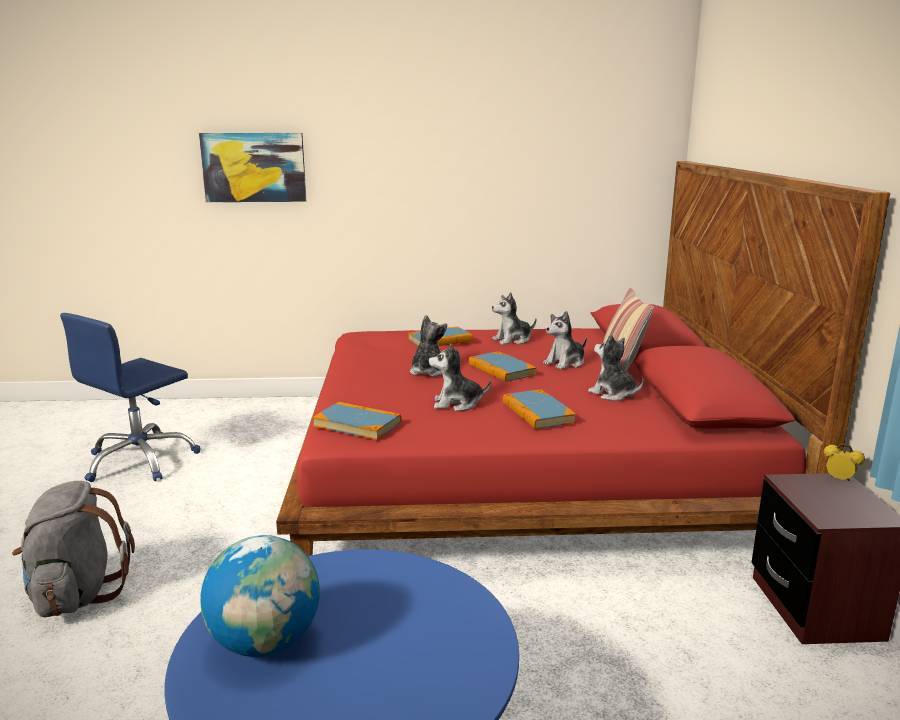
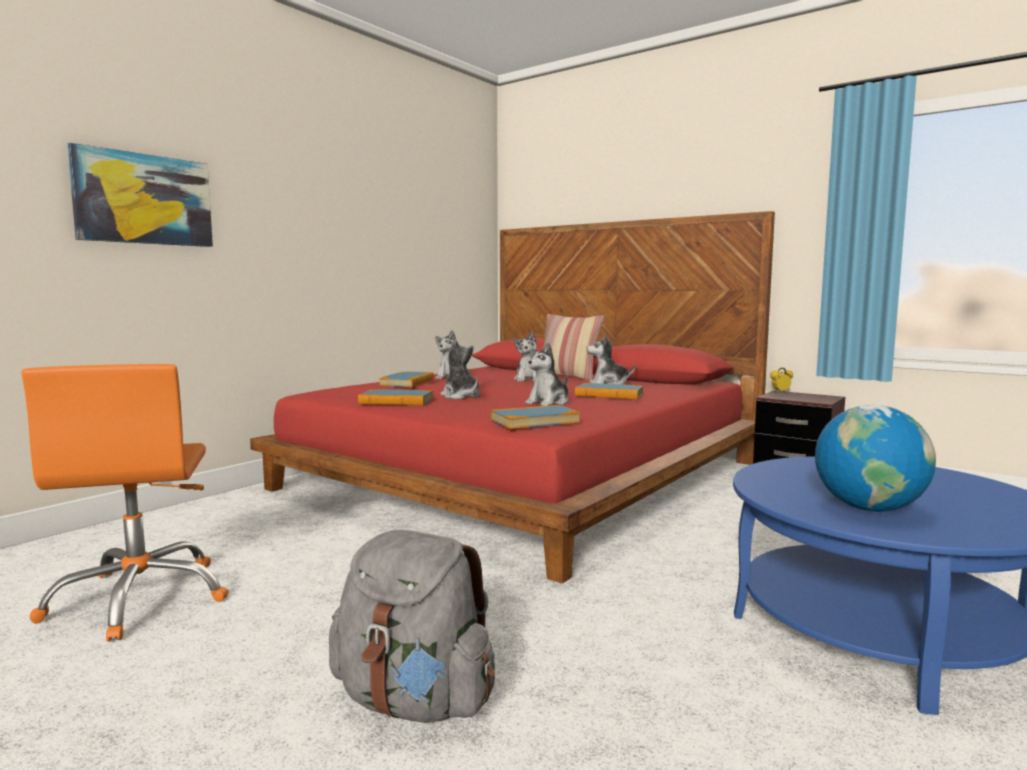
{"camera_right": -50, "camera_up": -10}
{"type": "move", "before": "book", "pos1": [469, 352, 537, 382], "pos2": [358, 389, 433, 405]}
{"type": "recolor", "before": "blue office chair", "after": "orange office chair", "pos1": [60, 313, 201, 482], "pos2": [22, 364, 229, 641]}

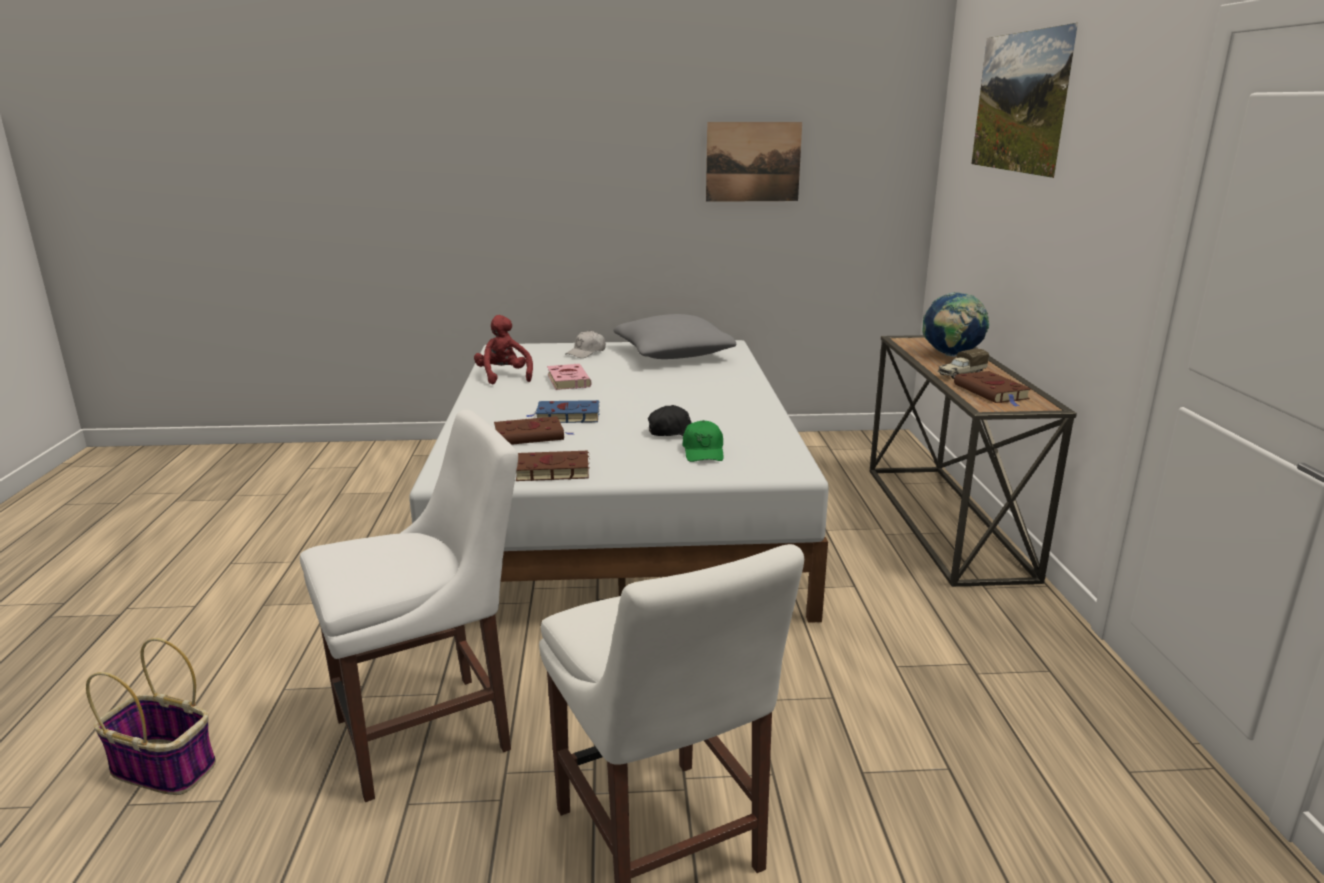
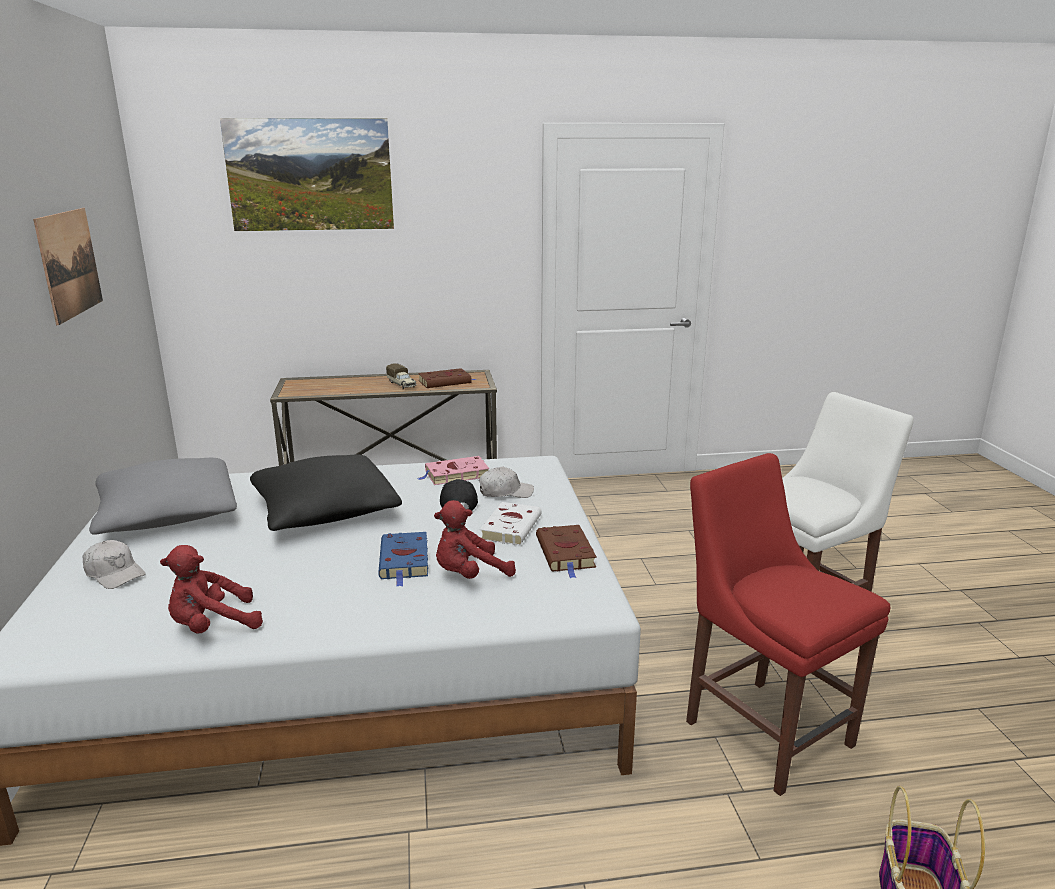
{"camera_right": -95, "camera_up": 0}
{"type": "delete", "before": "globe", "pos1": [922, 292, 989, 357]}
{"type": "insert", "after": "black pillow", "pos2": [250, 454, 402, 531]}
{"type": "insert", "after": "white book", "pos2": [480, 502, 542, 545]}
{"type": "move", "before": "pink book", "pos1": [547, 364, 592, 390], "pos2": [418, 456, 489, 485]}
{"type": "replace", "before": "brown book", "after": "red plush toy", "pos1": [494, 416, 573, 445], "pos2": [434, 500, 516, 579]}
{"type": "recolor", "before": "white chair", "after": "red chair", "pos1": [300, 410, 518, 802], "pos2": [686, 453, 890, 796]}
{"type": "recolor", "before": "green cap", "after": "white cap", "pos1": [682, 420, 724, 462], "pos2": [479, 467, 534, 498]}

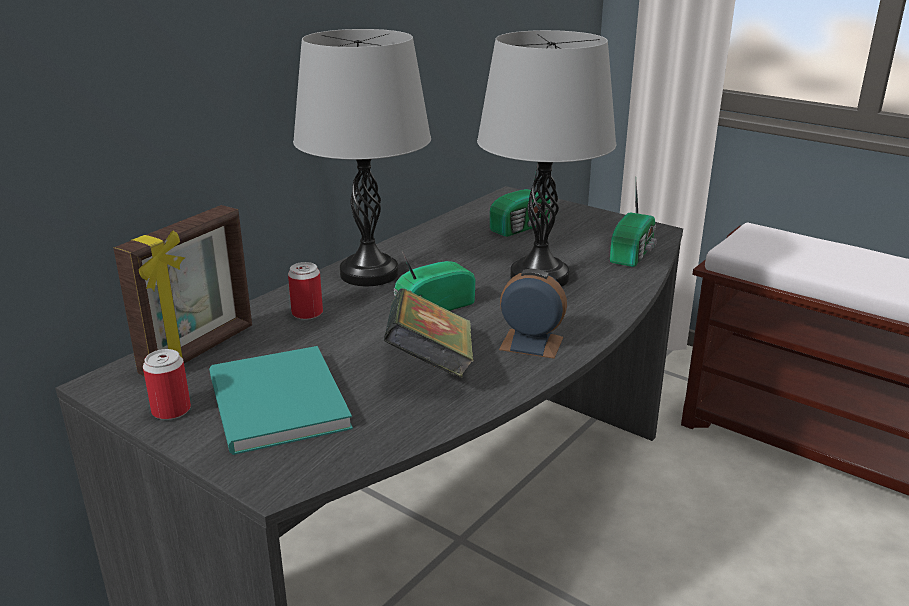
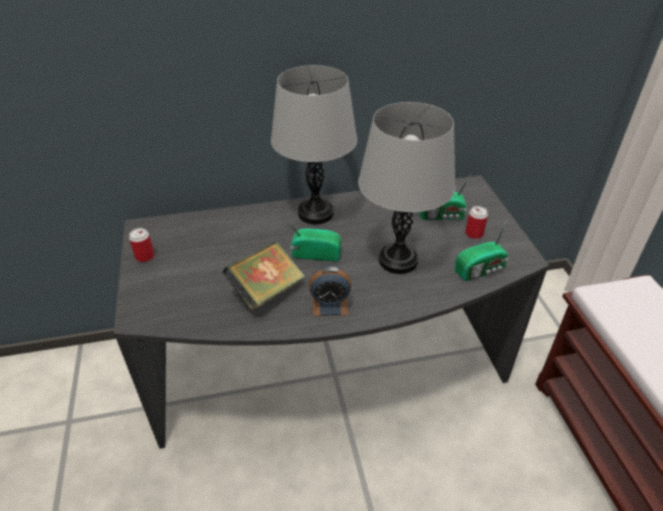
{"camera_right": 40, "camera_up": 15}
{"type": "delete", "before": "picture frame", "pos1": [113, 205, 252, 376]}
{"type": "delete", "before": "turquoise book", "pos1": [209, 346, 353, 455]}
{"type": "move", "before": "can", "pos1": [288, 262, 323, 320], "pos2": [465, 206, 488, 239]}
{"type": "rotate", "before": "alarm clock", "pos1": [499, 269, 567, 359], "pos2": [309, 265, 351, 316], "turn": 120}

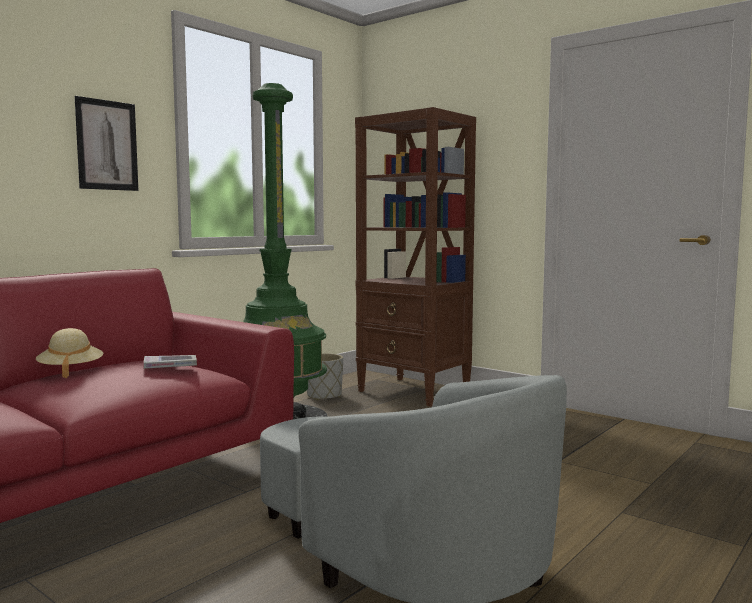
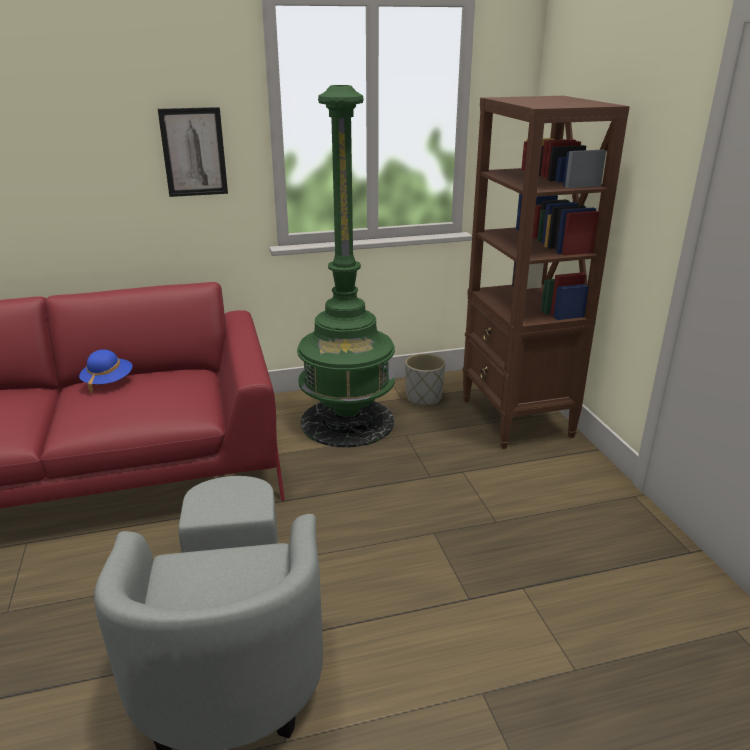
{"camera_right": 35, "camera_up": 20}
{"type": "delete", "before": "book", "pos1": [144, 355, 197, 369]}
{"type": "recolor", "before": "beige hat", "after": "blue hat", "pos1": [36, 328, 103, 378], "pos2": [79, 350, 133, 394]}

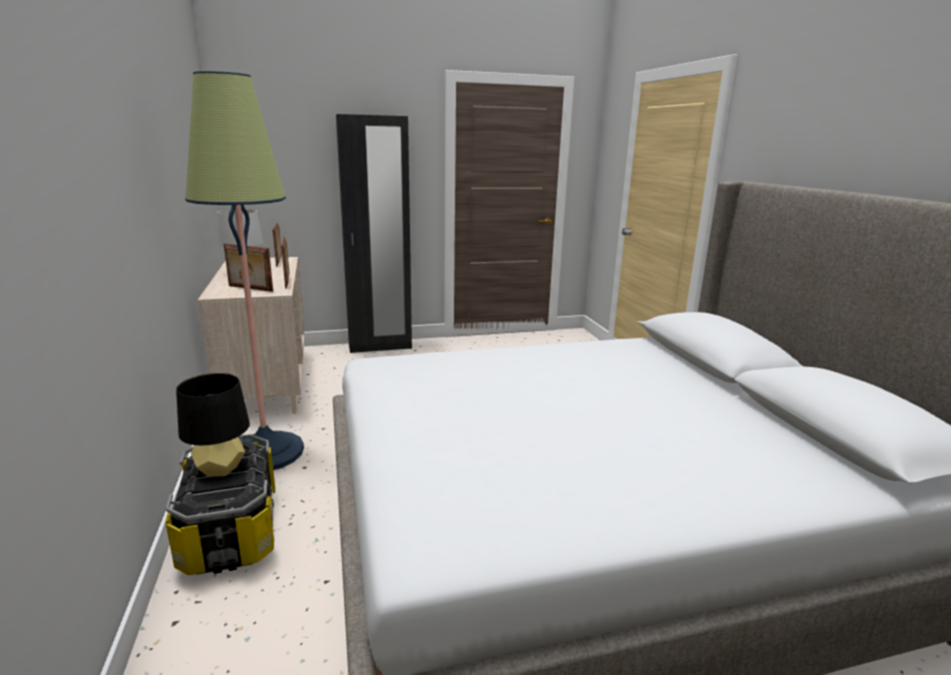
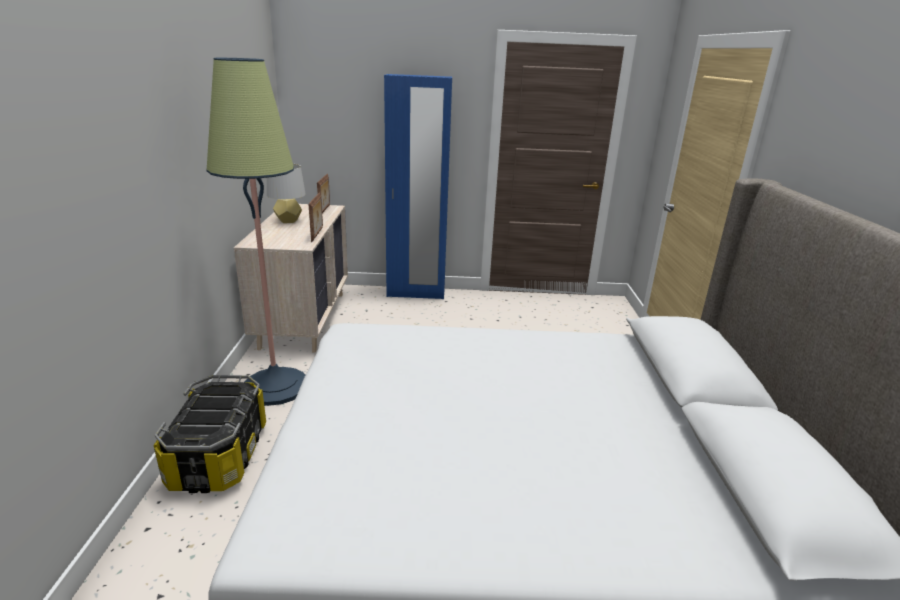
{"camera_right": 15, "camera_up": 5}
{"type": "delete", "before": "black table lamp", "pos1": [176, 373, 250, 476]}
{"type": "delete", "before": "picture frame", "pos1": [224, 243, 273, 292]}
{"type": "recolor", "before": "black wardrobe", "after": "blue wardrobe", "pos1": [336, 114, 412, 353], "pos2": [384, 74, 452, 299]}

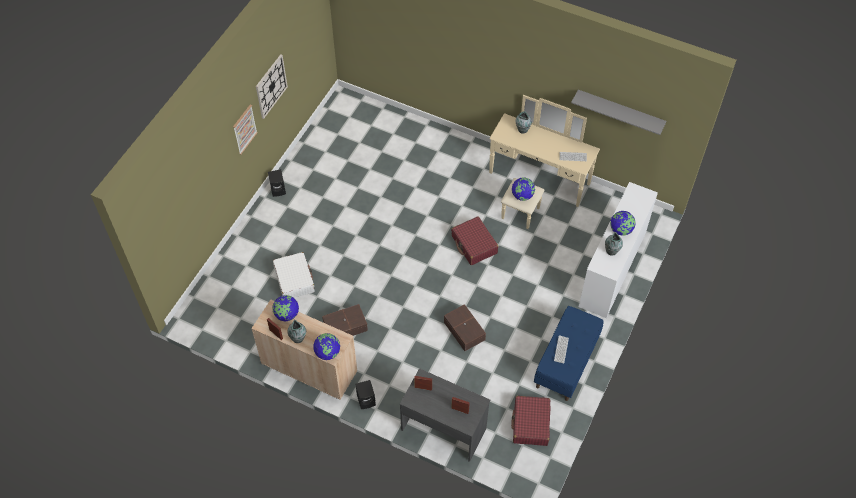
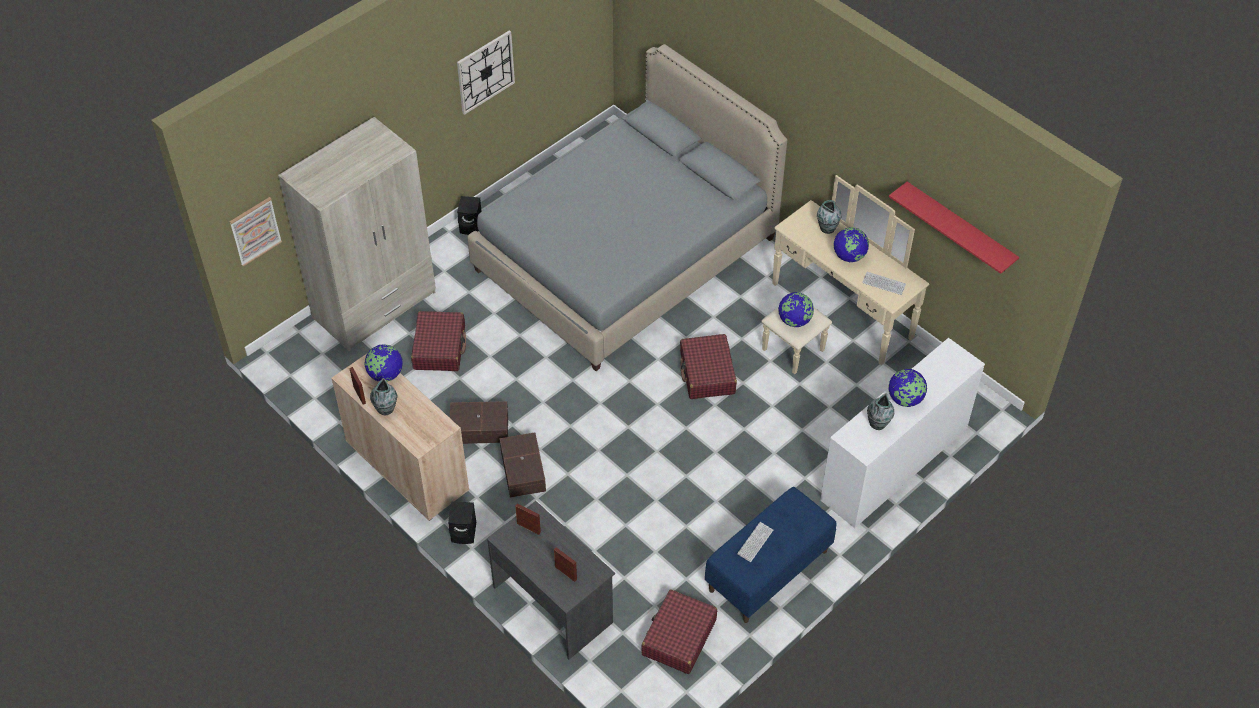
{"camera_right": 20, "camera_up": -5}
{"type": "insert", "after": "beige wardrobe", "pos2": [278, 117, 436, 351]}
{"type": "insert", "after": "grey bed", "pos2": [467, 44, 787, 371]}
{"type": "move", "before": "picture", "pos1": [233, 104, 258, 155], "pos2": [229, 197, 282, 267]}
{"type": "move", "before": "globe", "pos1": [313, 333, 340, 360], "pos2": [833, 227, 869, 262]}
{"type": "move", "before": "brown storage box", "pos1": [444, 304, 486, 351], "pos2": [500, 433, 546, 498]}
{"type": "recolor", "before": "white suitcase", "after": "red suitcase", "pos1": [273, 252, 315, 298], "pos2": [411, 311, 466, 371]}
{"type": "recolor", "before": "grey shelf", "after": "red shelf", "pos1": [571, 90, 667, 135], "pos2": [889, 182, 1019, 274]}

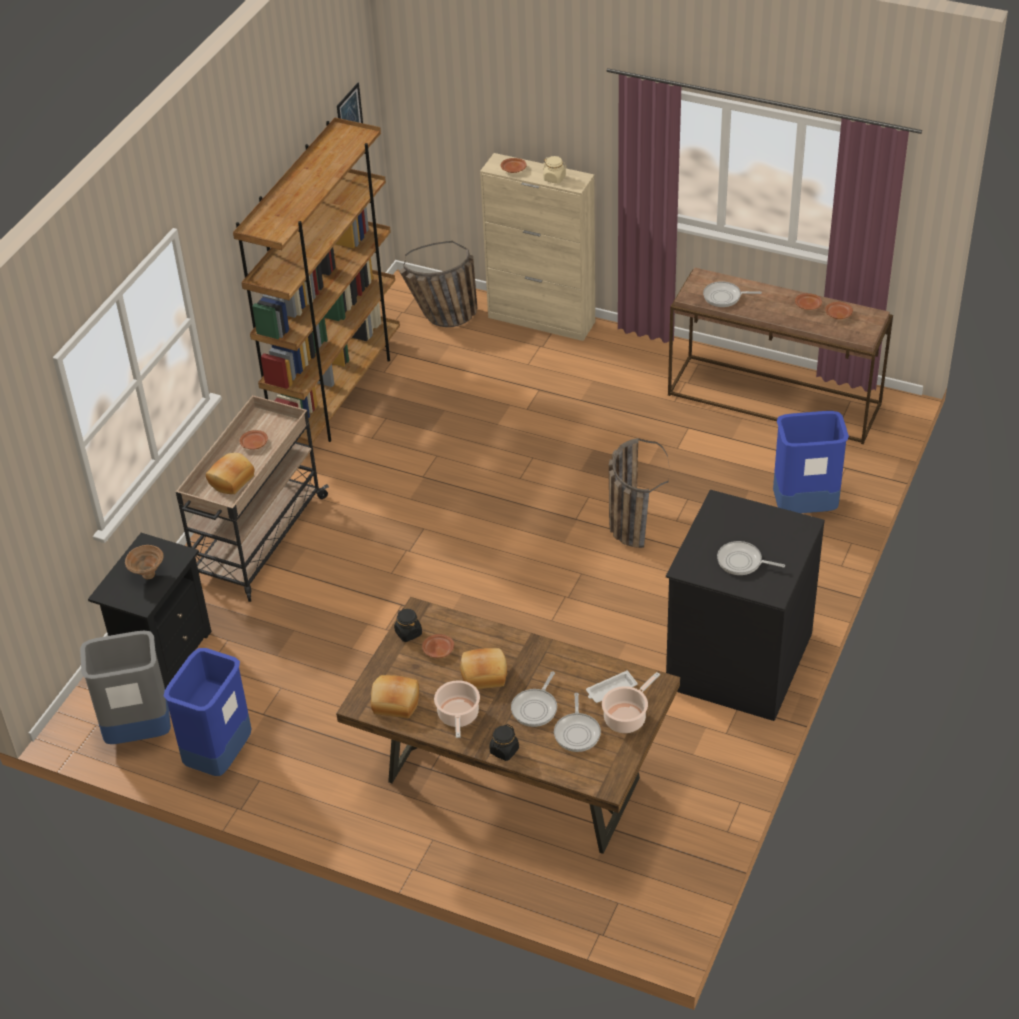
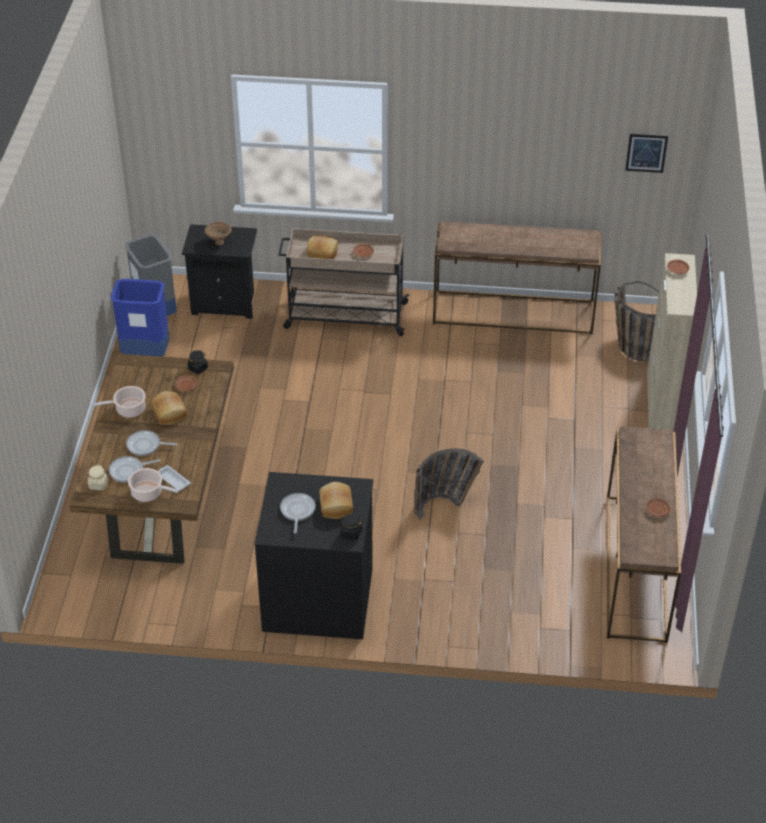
{"camera_right": 70, "camera_up": 0}
{"type": "delete", "before": "frying pan", "pos1": [703, 281, 762, 307]}
{"type": "delete", "before": "blue trash can", "pos1": [773, 411, 849, 513]}
{"type": "delete", "before": "brown plate", "pos1": [825, 302, 853, 319]}
{"type": "move", "before": "bread", "pos1": [371, 675, 419, 718], "pos2": [319, 482, 353, 519]}
{"type": "move", "before": "black jar", "pos1": [489, 724, 519, 761], "pos2": [340, 514, 363, 541]}
{"type": "move", "before": "beige jar", "pos1": [543, 156, 567, 184], "pos2": [88, 465, 108, 490]}
{"type": "replace", "before": "brown bookcase", "after": "brown console table", "pos1": [233, 117, 400, 445], "pos2": [433, 221, 601, 335]}

